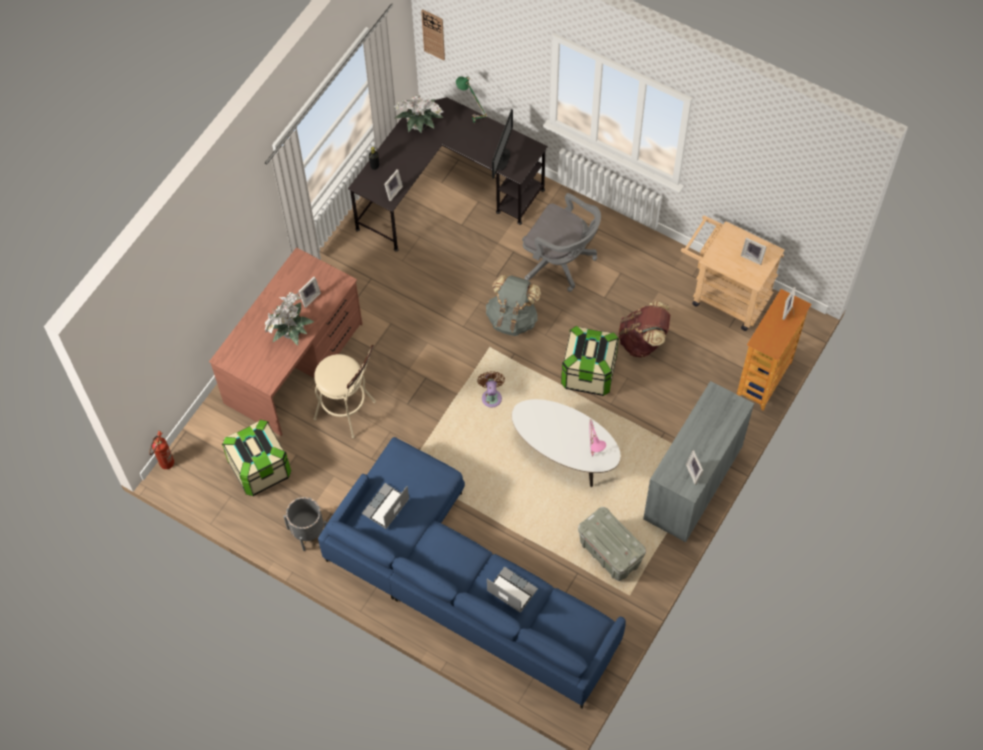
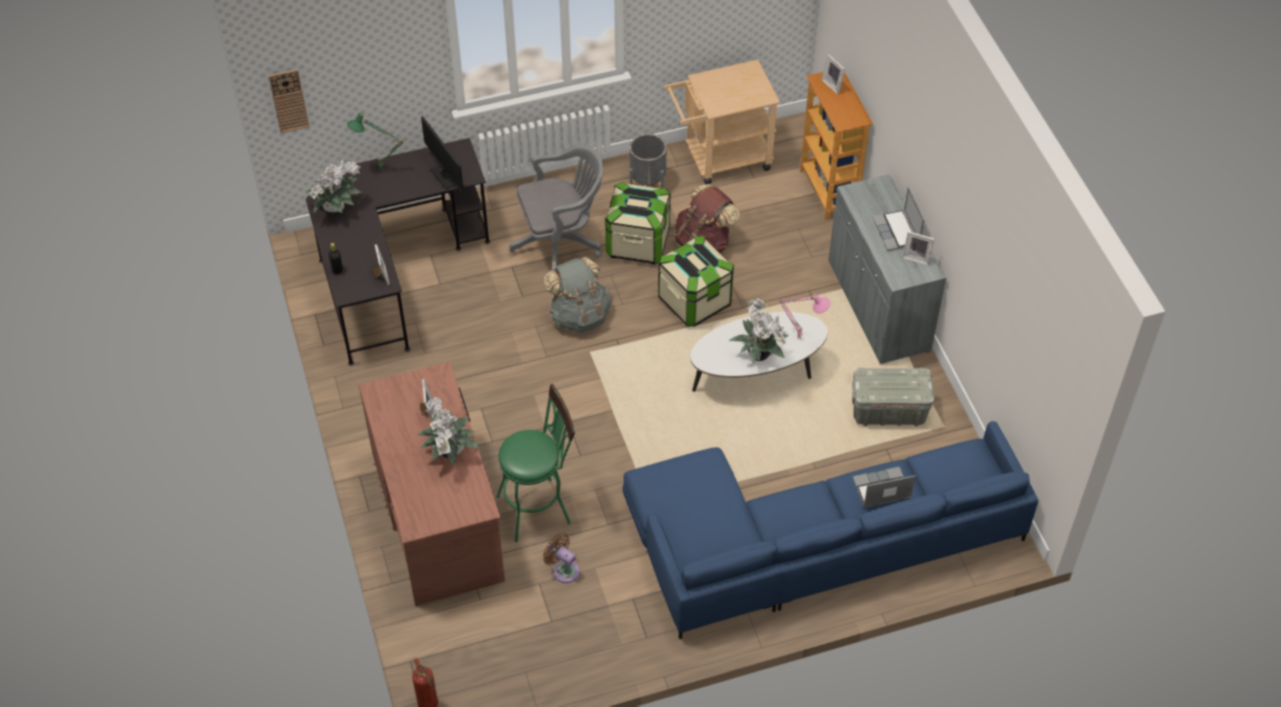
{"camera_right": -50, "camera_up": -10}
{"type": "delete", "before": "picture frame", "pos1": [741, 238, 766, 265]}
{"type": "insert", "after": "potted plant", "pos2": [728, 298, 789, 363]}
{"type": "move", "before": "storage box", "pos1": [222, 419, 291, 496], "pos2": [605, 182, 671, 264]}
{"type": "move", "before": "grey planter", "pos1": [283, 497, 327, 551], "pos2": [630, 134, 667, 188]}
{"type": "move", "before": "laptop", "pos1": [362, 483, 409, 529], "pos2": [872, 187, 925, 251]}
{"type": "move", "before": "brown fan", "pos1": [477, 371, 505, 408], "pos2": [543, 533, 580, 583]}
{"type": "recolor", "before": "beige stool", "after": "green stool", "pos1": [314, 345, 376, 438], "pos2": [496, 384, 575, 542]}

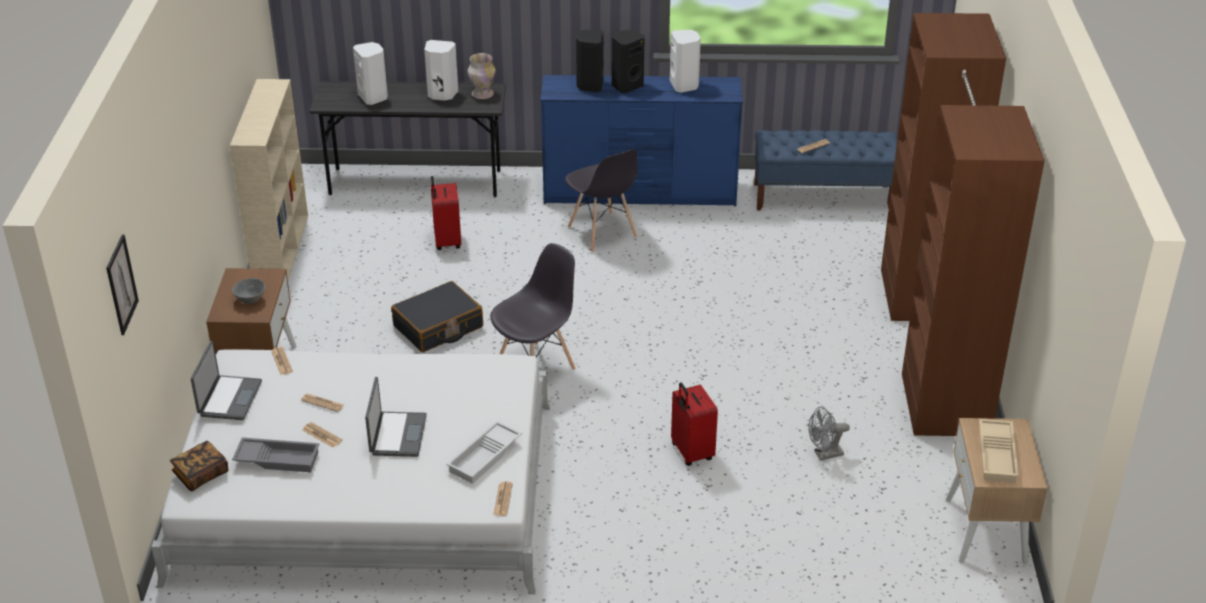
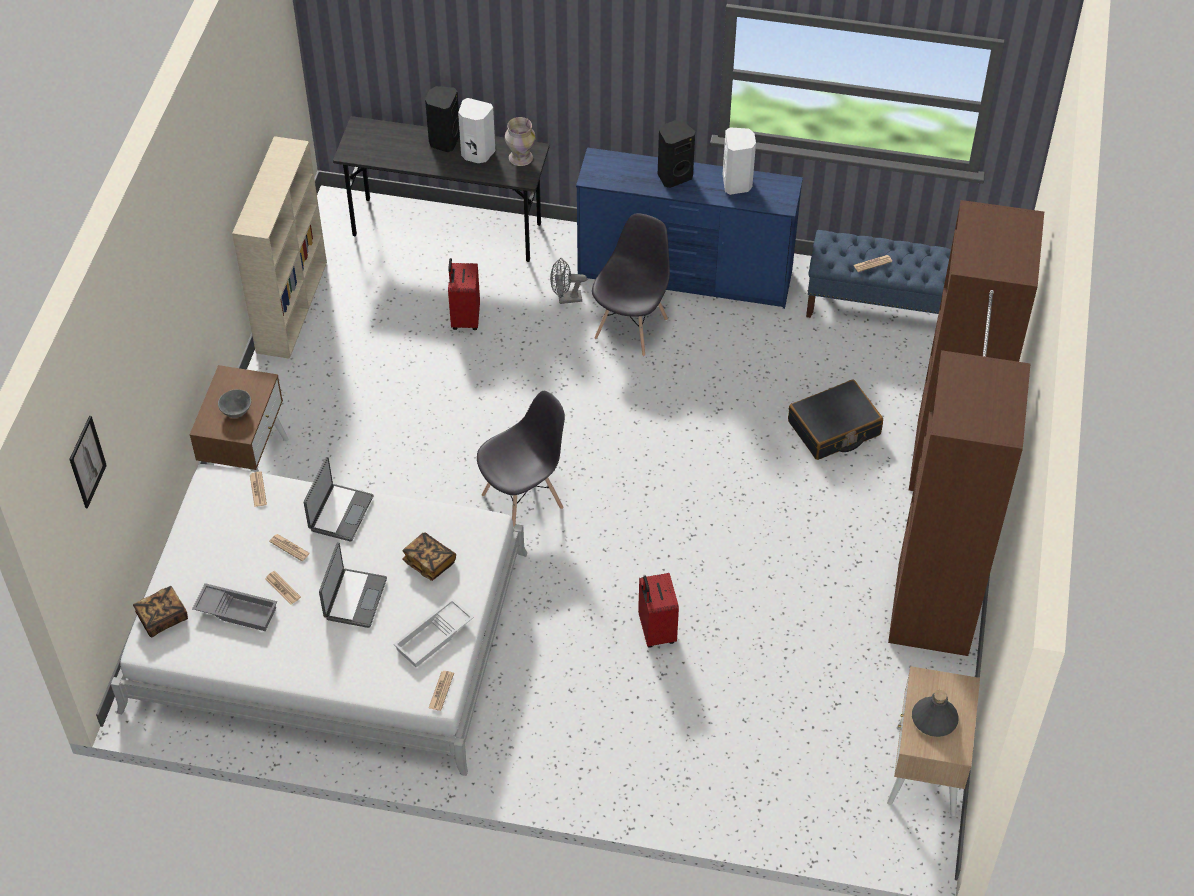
{"camera_right": 10, "camera_up": 15}
{"type": "delete", "before": "white speaker", "pos1": [353, 42, 388, 105]}
{"type": "insert", "after": "book", "pos2": [402, 532, 456, 581]}
{"type": "move", "before": "laptop", "pos1": [191, 341, 262, 420], "pos2": [304, 457, 373, 541]}
{"type": "move", "before": "black suitcase", "pos1": [391, 281, 483, 352], "pos2": [788, 380, 883, 460]}
{"type": "move", "before": "black speaker", "pos1": [576, 29, 604, 92], "pos2": [425, 86, 460, 152]}
{"type": "move", "before": "grey fan", "pos1": [808, 407, 850, 461], "pos2": [550, 258, 587, 304]}
{"type": "replace", "before": "beige tray", "after": "grey bottle", "pos1": [979, 419, 1019, 483], "pos2": [912, 690, 959, 737]}
{"type": "rotate", "before": "grey chair", "pos1": [565, 149, 638, 253], "pos2": [592, 213, 670, 356], "turn": -135}

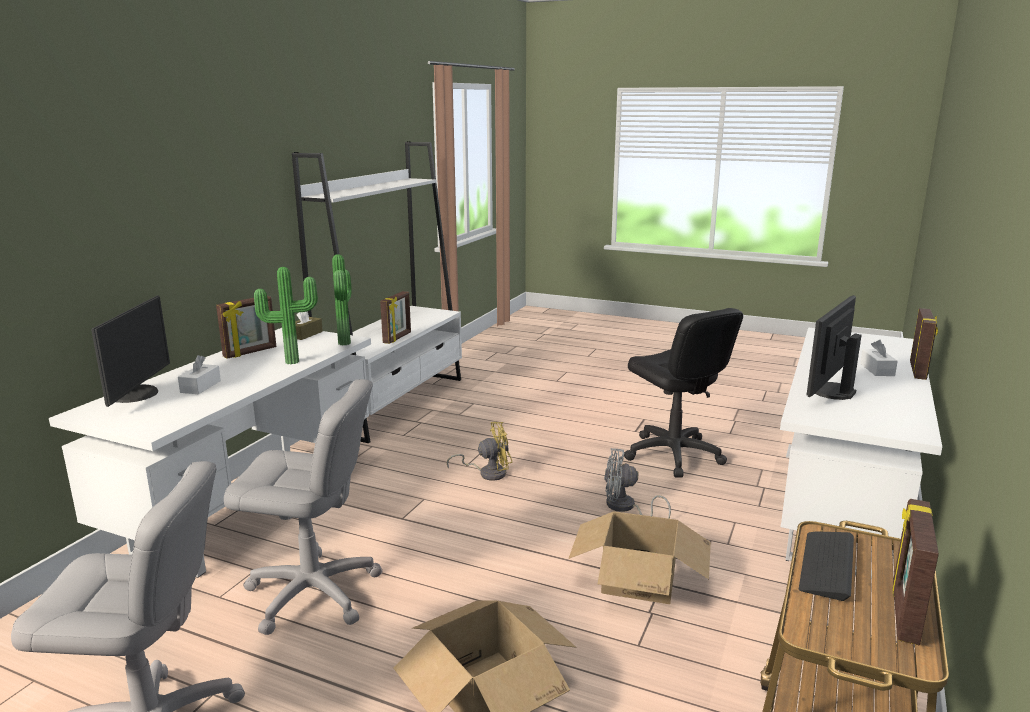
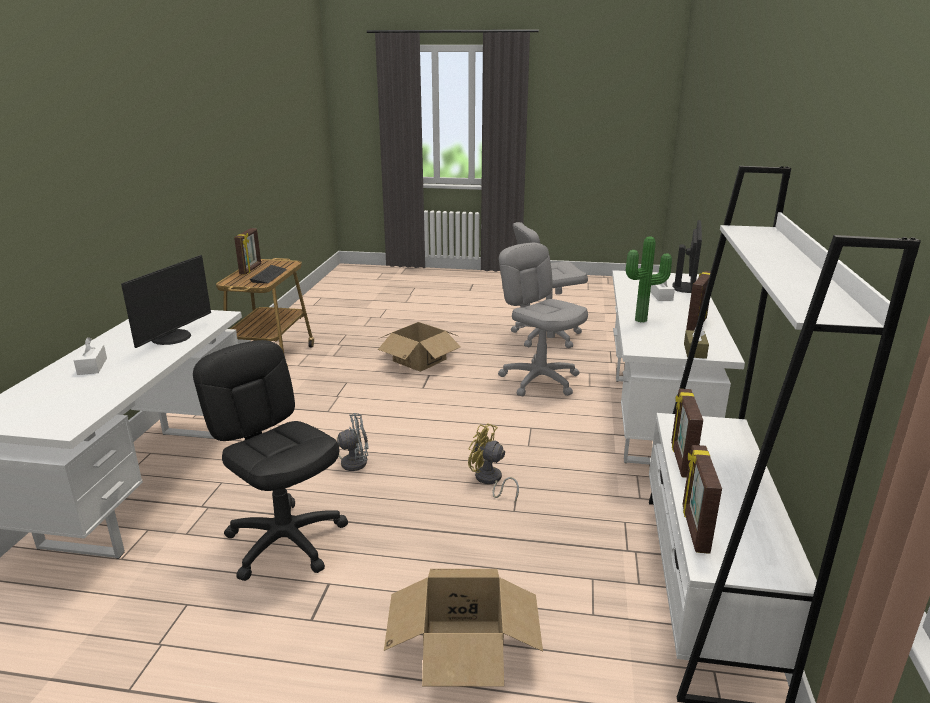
{"camera_right": 165, "camera_up": 5}
{"type": "delete", "before": "potted plant", "pos1": [332, 254, 352, 345]}
{"type": "move", "before": "cardboard box", "pos1": [568, 511, 711, 604], "pos2": [384, 569, 543, 687]}
{"type": "move", "before": "picture frame", "pos1": [910, 308, 938, 380], "pos2": [682, 445, 722, 554]}
{"type": "rotate", "before": "monitor", "pos1": [91, 295, 170, 407], "pos2": [672, 220, 702, 293], "turn": -150}
{"type": "rotate", "before": "grey office chair", "pos1": [224, 379, 383, 635], "pos2": [498, 243, 588, 396], "turn": 60}
{"type": "rotate", "before": "yellow fan", "pos1": [447, 422, 513, 481], "pos2": [468, 423, 519, 502], "turn": 60}

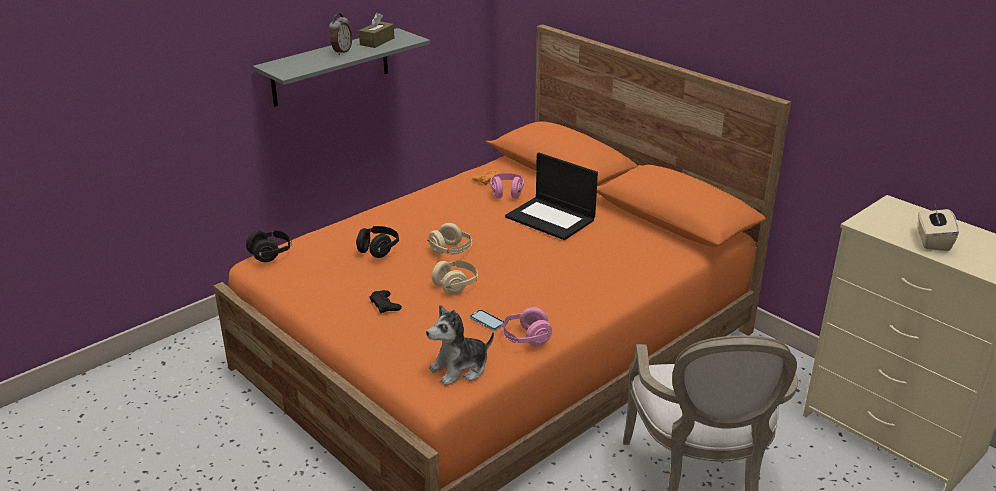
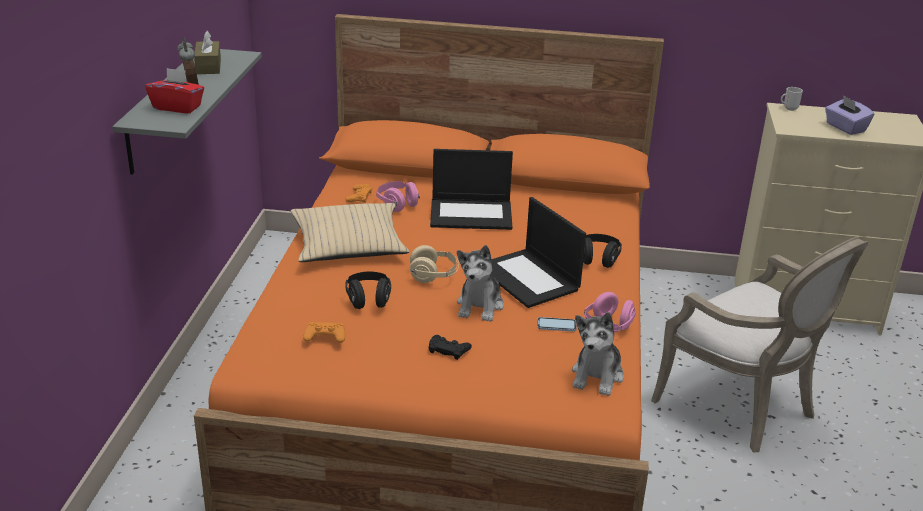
{"camera_right": -40, "camera_up": 0}
{"type": "insert", "after": "red tissue box", "pos2": [145, 68, 204, 114]}
{"type": "insert", "after": "beige pillow", "pos2": [291, 203, 409, 262]}
{"type": "insert", "after": "orange game controller", "pos2": [303, 322, 345, 343]}
{"type": "insert", "after": "laptop", "pos2": [492, 197, 586, 308]}
{"type": "insert", "after": "mug", "pos2": [781, 87, 803, 111]}
{"type": "move", "before": "black headphones", "pos1": [246, 230, 292, 262], "pos2": [583, 234, 622, 268]}
{"type": "replace", "before": "beige headphones", "after": "plush toy", "pos1": [432, 260, 478, 294], "pos2": [457, 245, 504, 322]}
{"type": "recolor", "before": "beige tissue box", "after": "purple tissue box", "pos1": [918, 204, 959, 251], "pos2": [825, 95, 874, 135]}

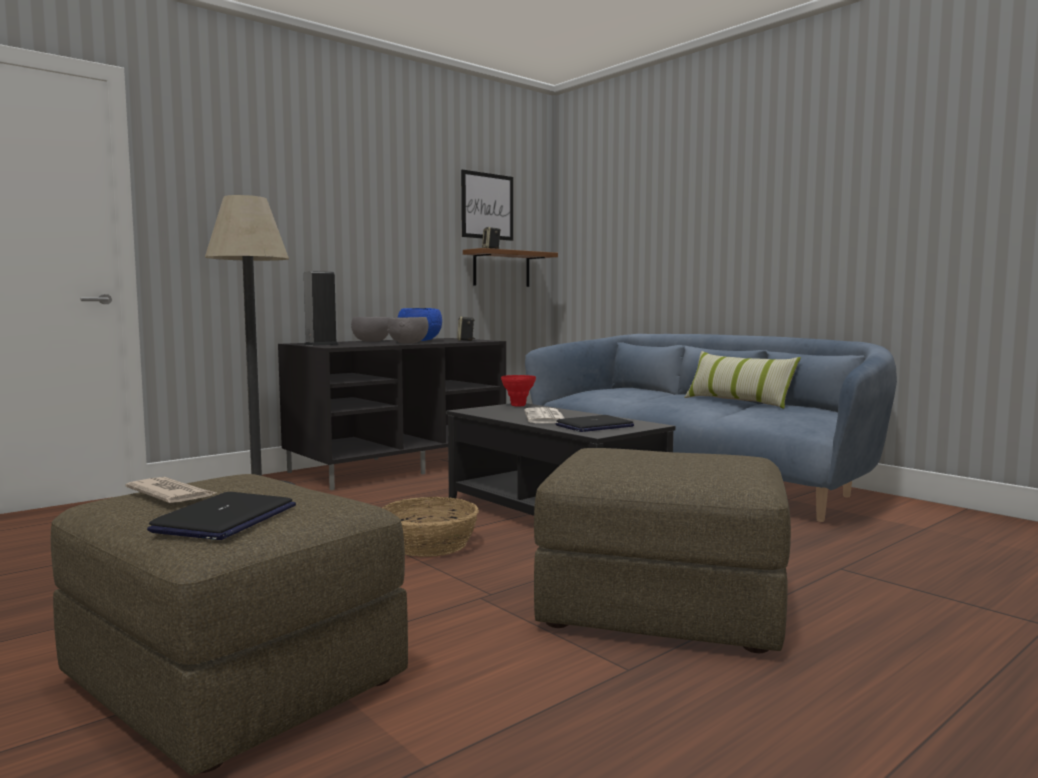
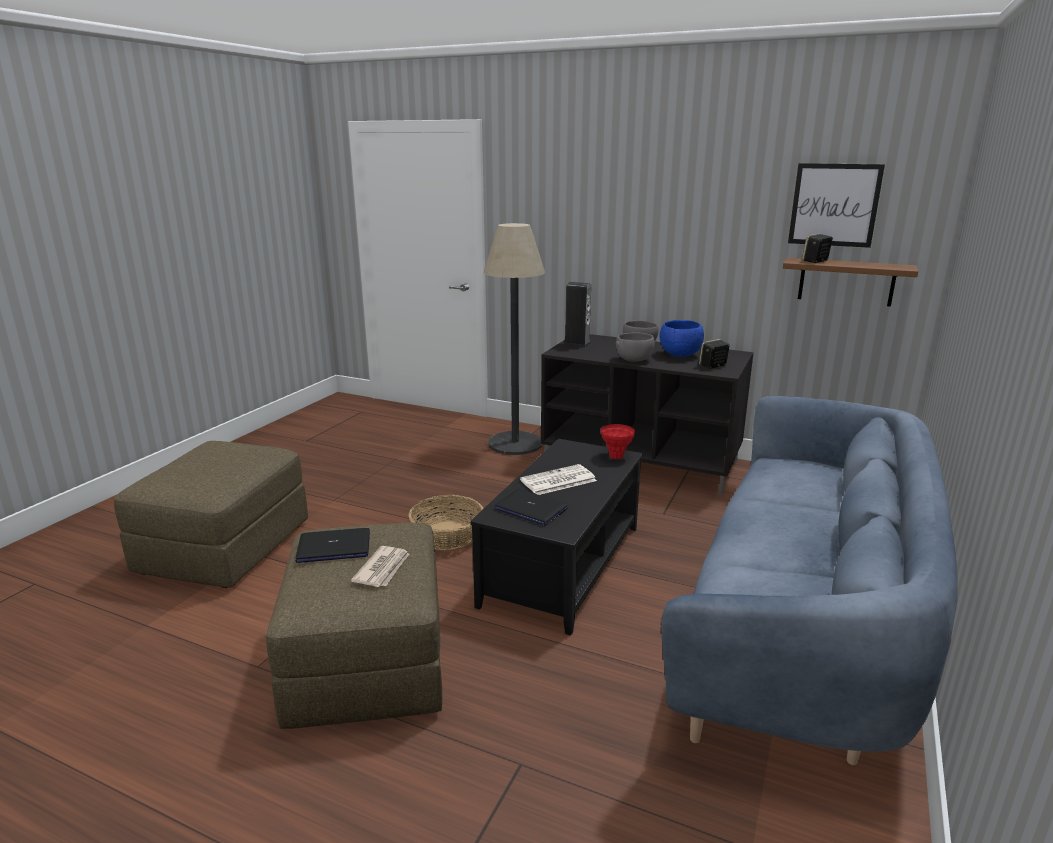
{"camera_right": 65, "camera_up": 15}
{"type": "delete", "before": "pillow", "pos1": [684, 351, 801, 409]}
{"type": "move", "before": "newspaper", "pos1": [126, 477, 216, 503], "pos2": [351, 546, 409, 587]}
{"type": "move", "before": "laptop", "pos1": [147, 492, 296, 540], "pos2": [295, 528, 370, 563]}

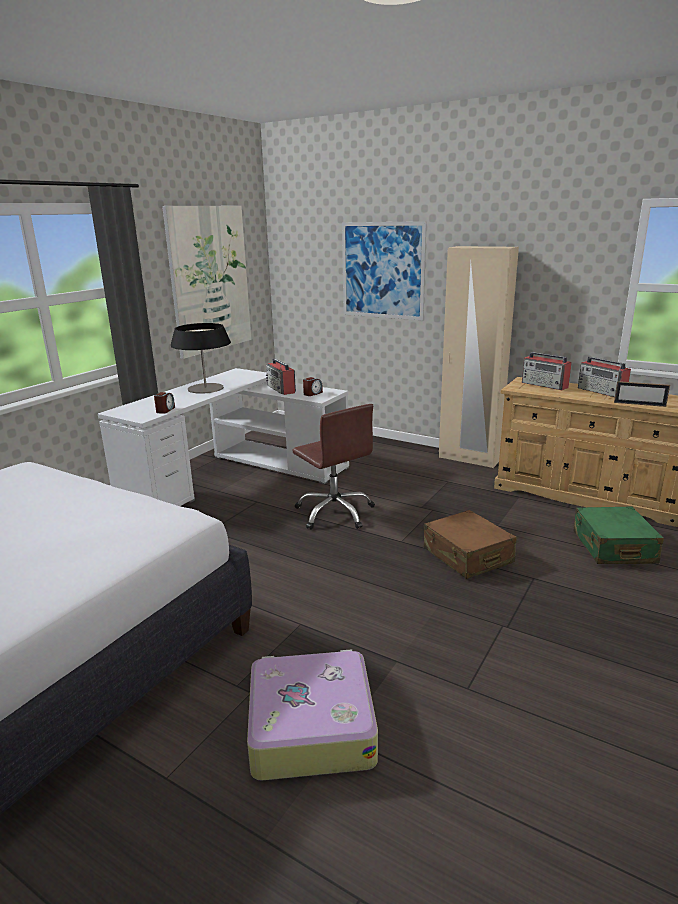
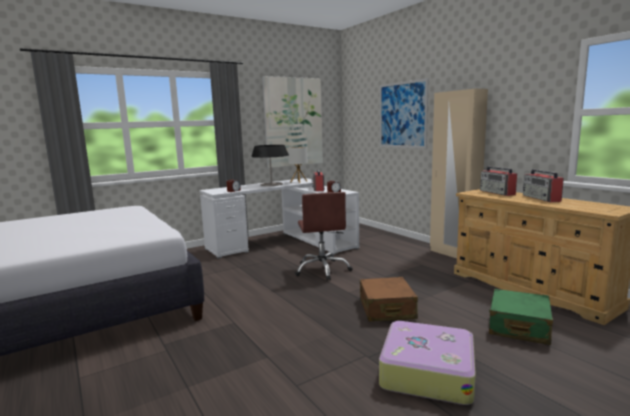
{"camera_right": 25, "camera_up": -10}
{"type": "delete", "before": "picture frame", "pos1": [614, 381, 670, 407]}
{"type": "insert", "after": "table lamp", "pos2": [288, 147, 308, 183]}
{"type": "move", "before": "suitcase", "pos1": [247, 649, 378, 781], "pos2": [379, 321, 476, 405]}

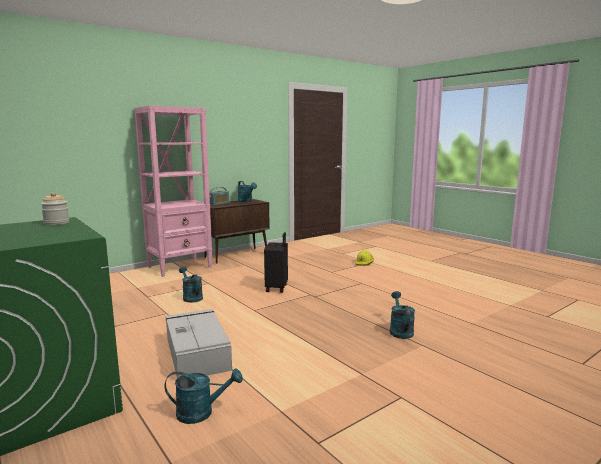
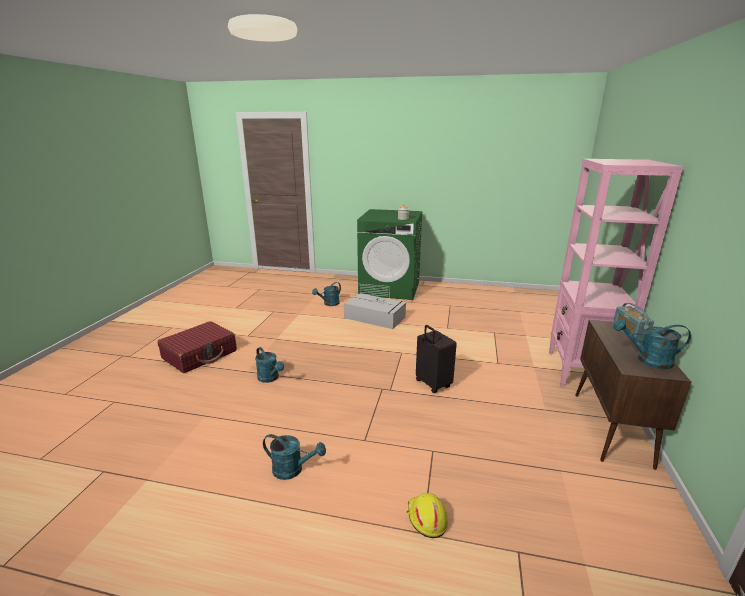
{"camera_right": 140, "camera_up": 10}
{"type": "insert", "after": "red suitcase", "pos2": [157, 321, 237, 373]}
{"type": "move", "before": "turquoise watering can", "pos1": [179, 266, 203, 303], "pos2": [263, 434, 326, 480]}

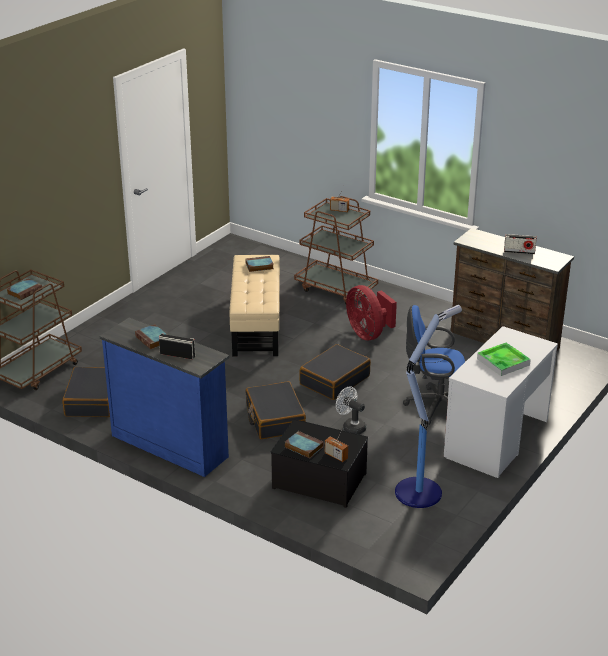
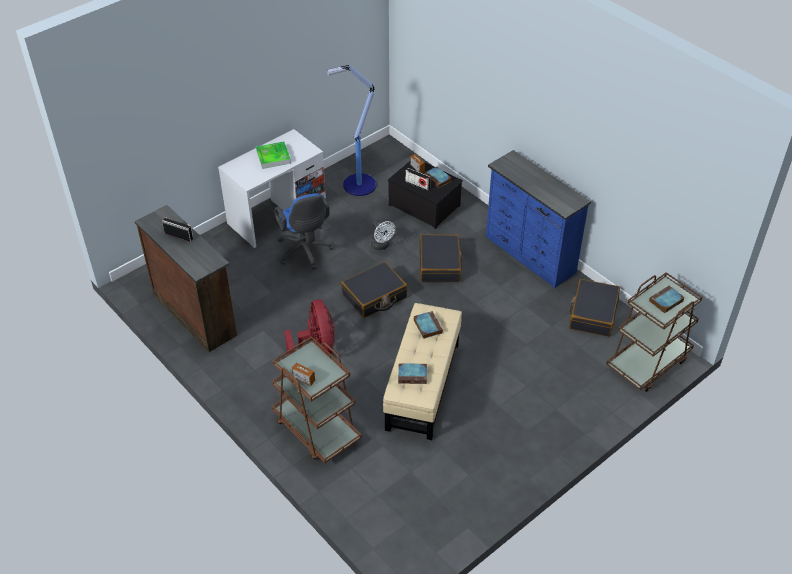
{"camera_right": -165, "camera_up": 15}
{"type": "move", "before": "book", "pos1": [135, 324, 167, 349], "pos2": [414, 311, 443, 339]}
{"type": "move", "before": "radio", "pos1": [159, 334, 195, 359], "pos2": [405, 168, 430, 191]}
{"type": "rotate", "before": "blue office chair", "pos1": [403, 305, 465, 425], "pos2": [274, 193, 334, 270], "turn": 45}

